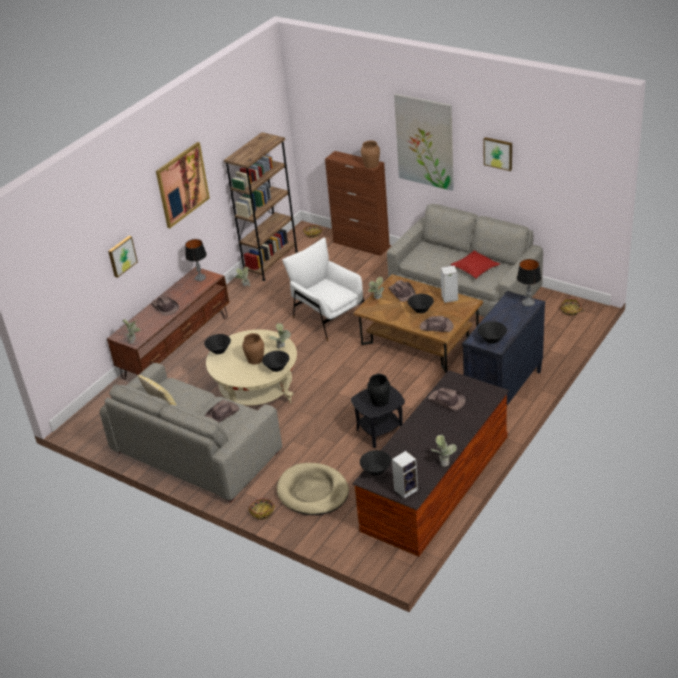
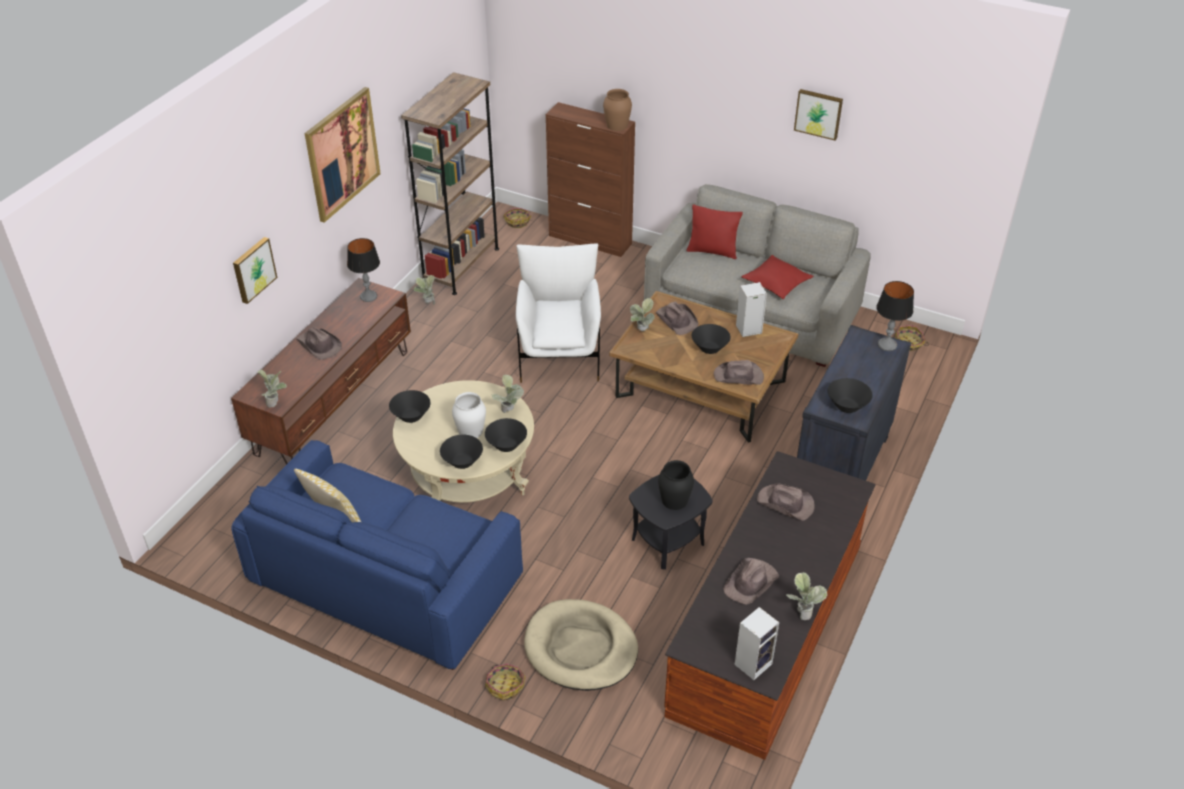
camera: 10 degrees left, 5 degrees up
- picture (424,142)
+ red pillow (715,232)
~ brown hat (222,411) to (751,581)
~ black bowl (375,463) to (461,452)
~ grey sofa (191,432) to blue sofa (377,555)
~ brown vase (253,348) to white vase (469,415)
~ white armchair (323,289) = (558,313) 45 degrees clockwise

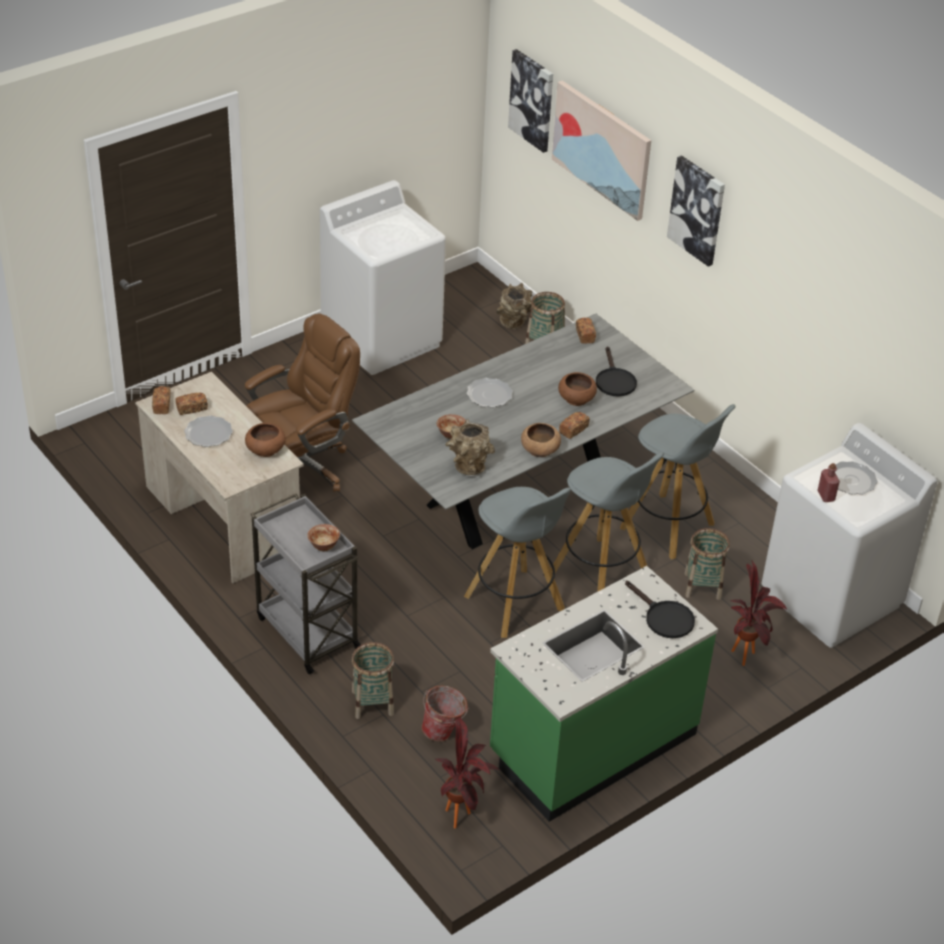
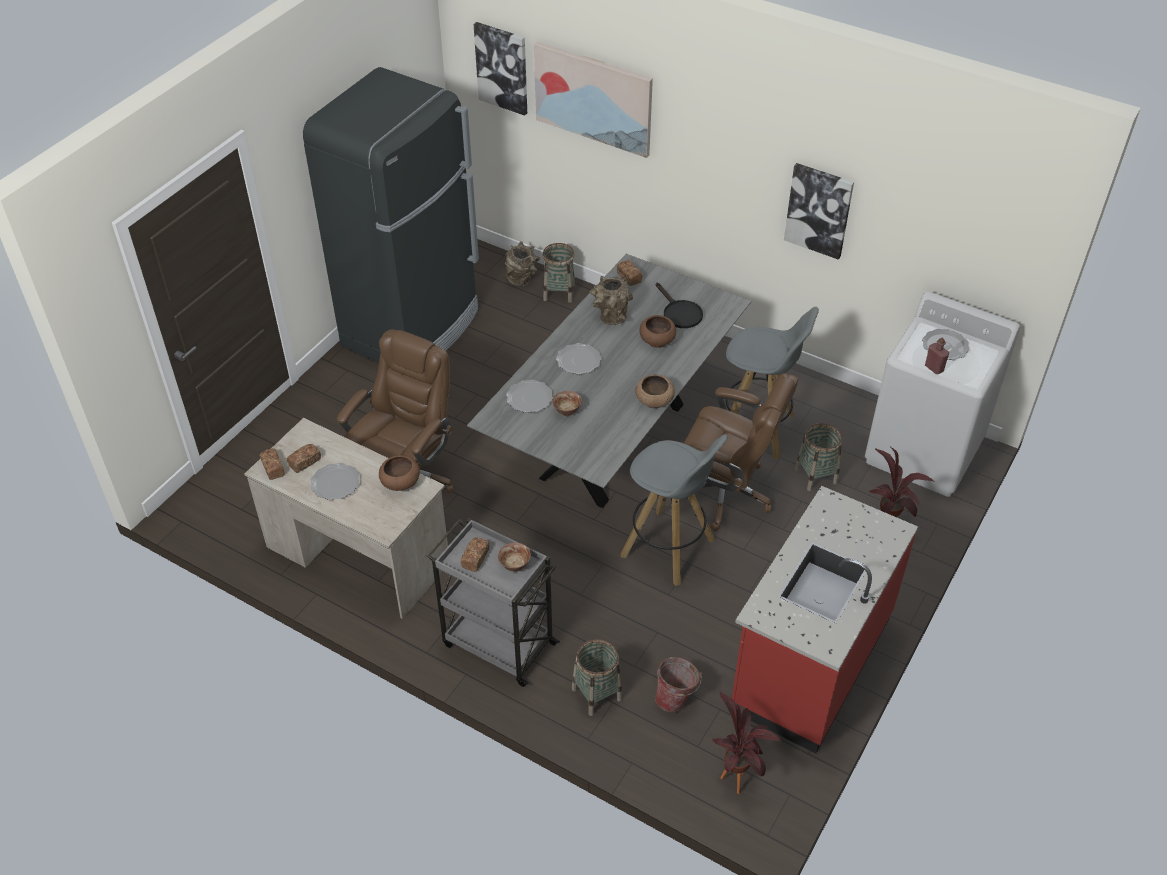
camera: 20 degrees left, 5 degrees up
- black frying pan (660,609)
+ plate (529,396)
~ brown vase (470,447) to (611,300)
~ bread (574,425) to (475,554)
~ picture (696,211) to (819,211)
~ white washing machine (383,277) to black fridge (391,215)
~ grey stool (607,522) to brown office chair (741,452)
~ green counter (604,694) to red counter (825,619)

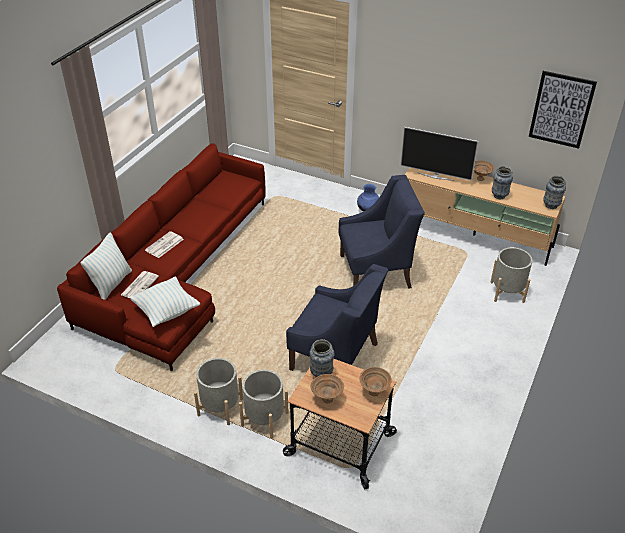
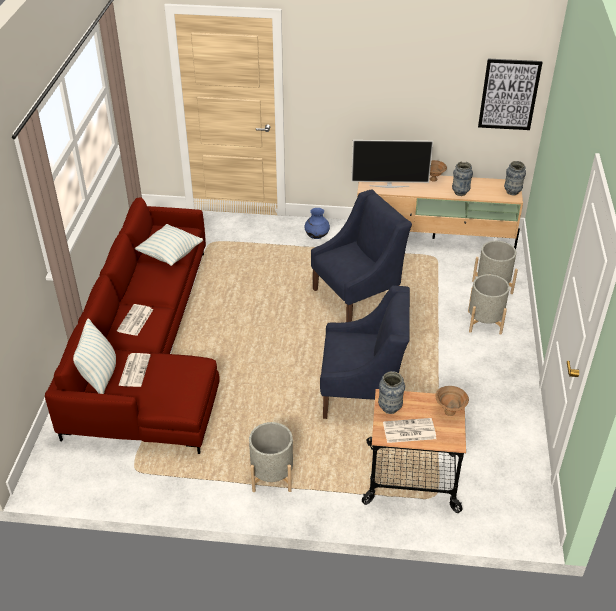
camera: 20 degrees left, 0 degrees up
~ pillow (165,302) to (169,245)
~ grey planter (264,404) to (489,304)
~ brown bowl (327,388) to newspaper (409,430)

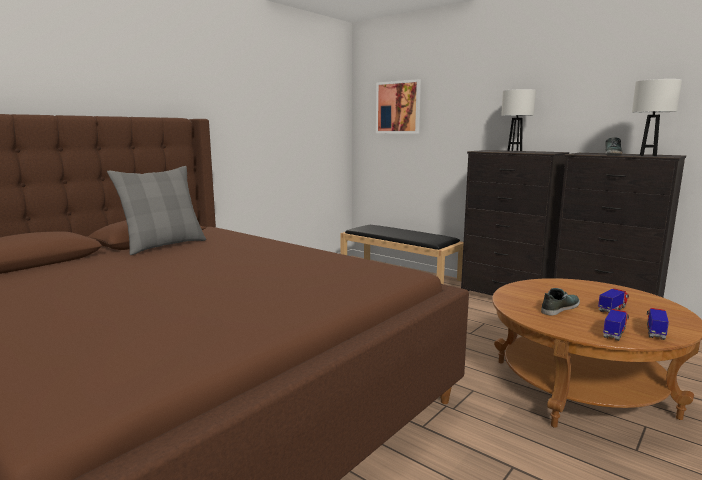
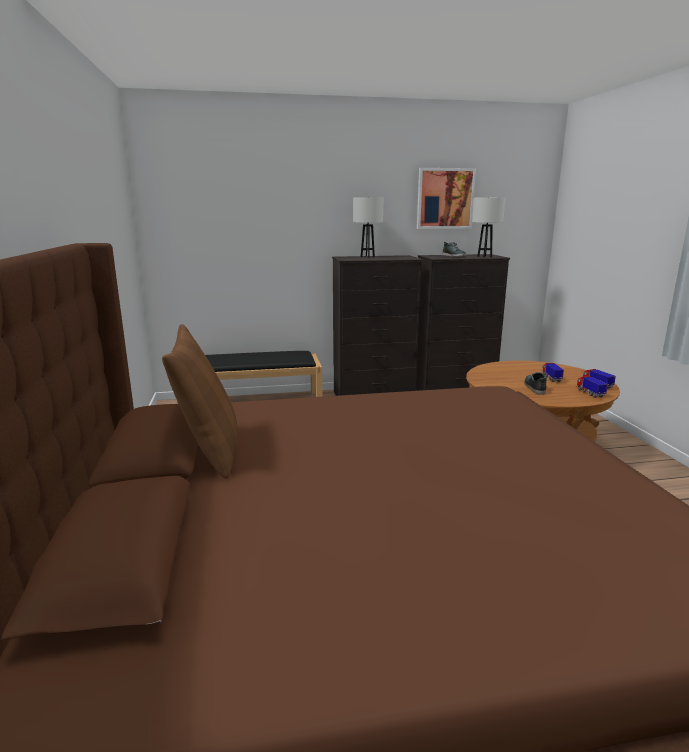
camera: 50 degrees left, 5 degrees up
~ picture (398,106) to (446,198)
~ grey pillow (156,210) to brown pillow (199,401)

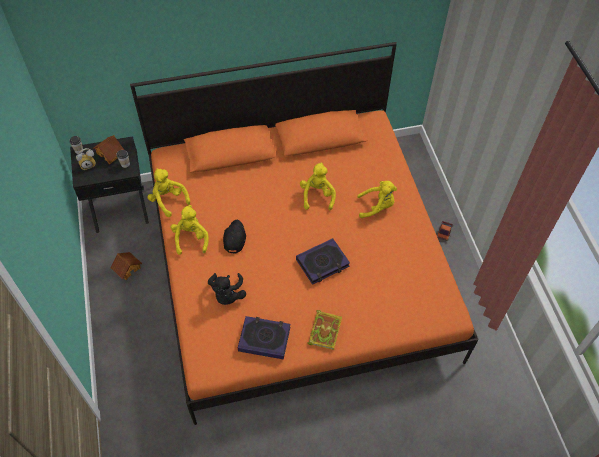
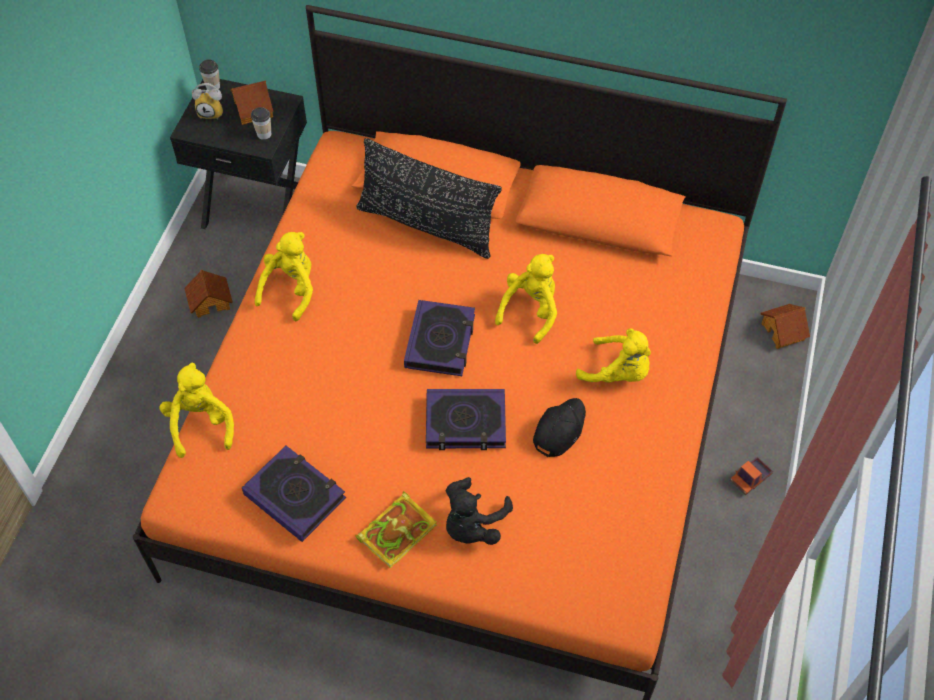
camera: 30 degrees right, 0 degrees up
+ black pillow (429,198)
+ book (439,338)
+ toy house (785,326)
~ yellow plush toy (169,192) to (196,410)
~ black plush toy (227,289) to (479,511)
~ black cap (234,237) to (559,427)

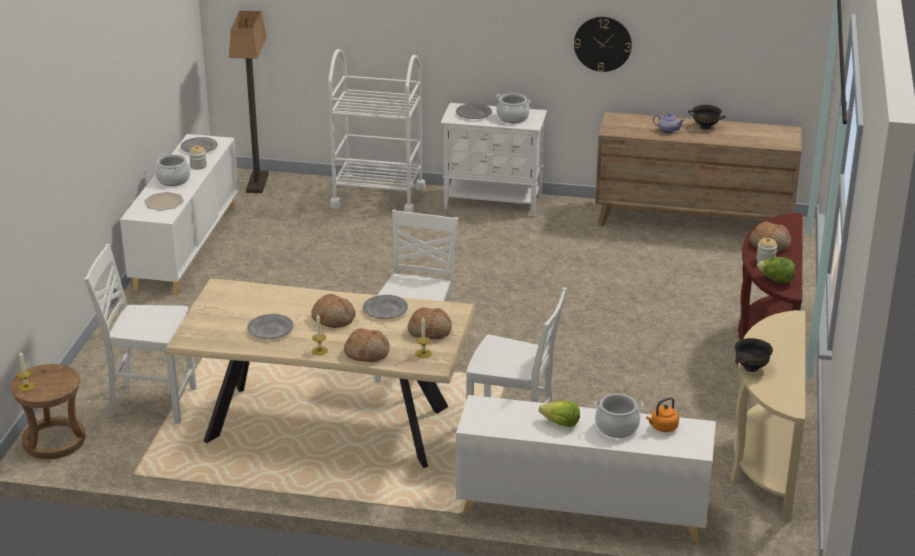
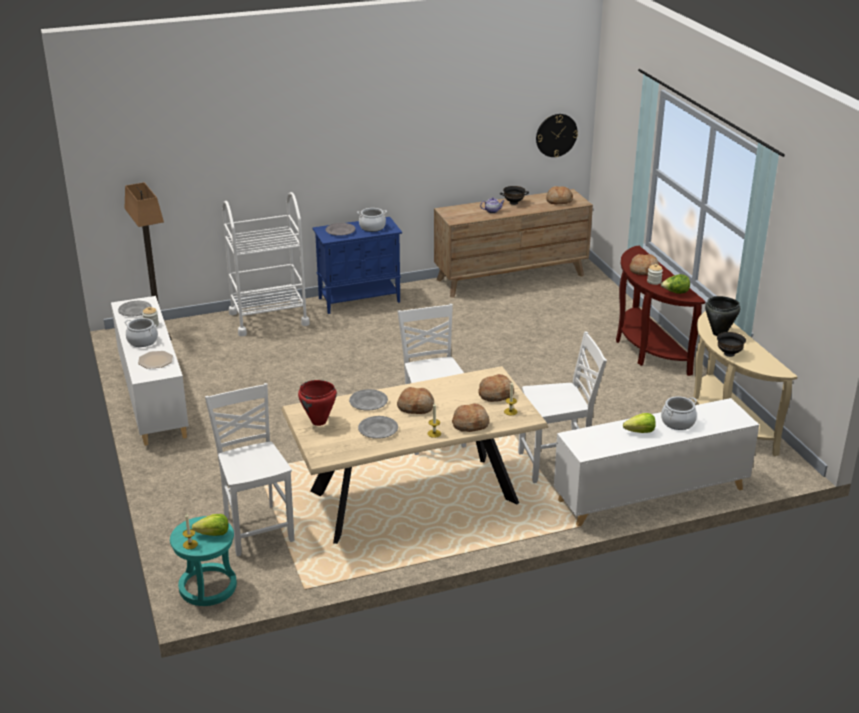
camera: 30 degrees left, 0 degrees up
- orange kettle (662,414)
+ lettuce (210,525)
+ red cooking pot (317,403)
+ bread (559,195)
+ black cooking pot (722,316)
~ grey plate (385,307) to (368,400)
~ wall clock (603,44) to (557,135)
~ brown stool (47,411) to turquoise stool (203,561)
~ white cabinet (493,159) to blue cabinet (357,265)
~ white chair (140,334) = (249,470) 90 degrees clockwise

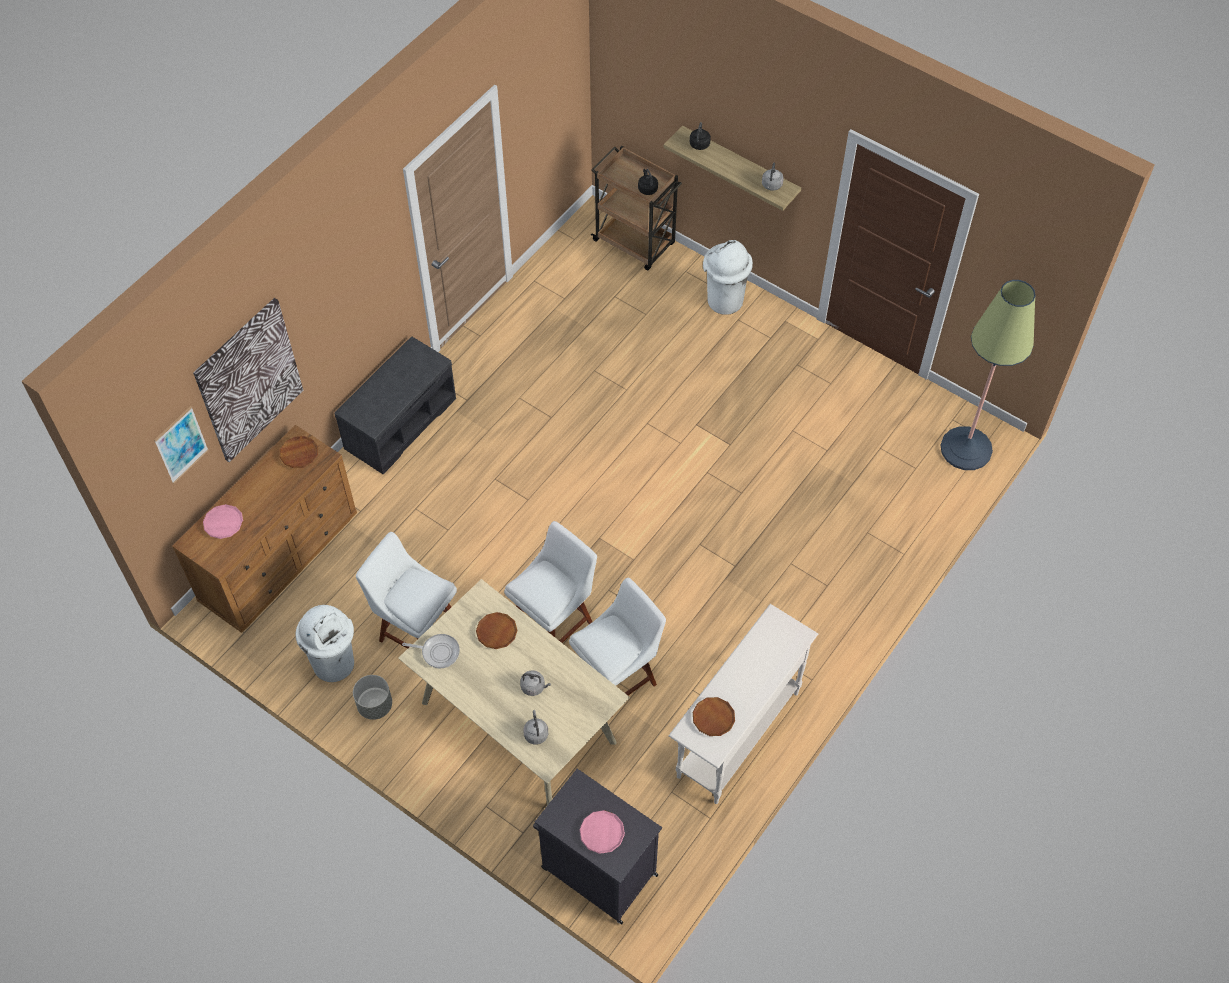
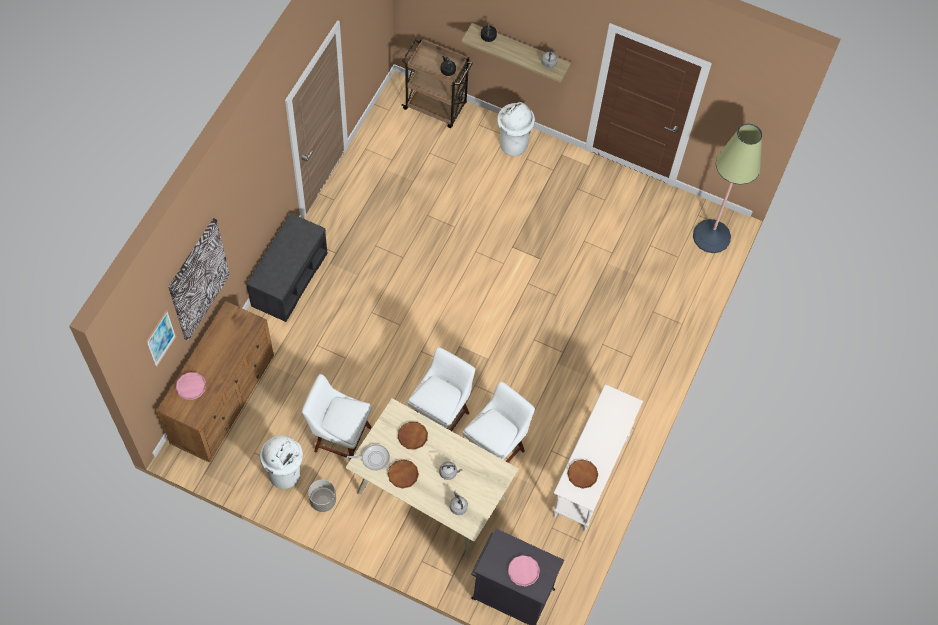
camera: 15 degrees left, 5 degrees up
~ brown plate (299,452) to (403,474)

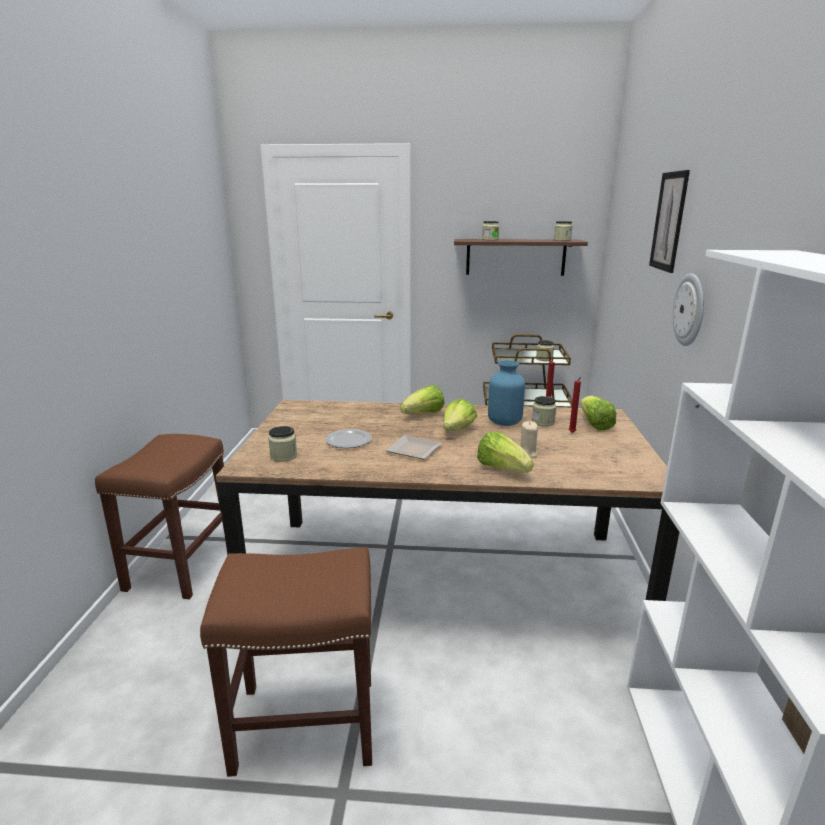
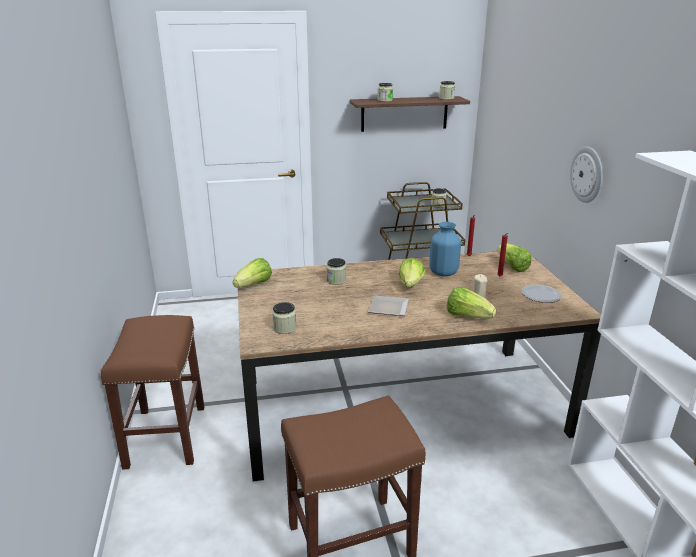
camera: 15 degrees left, 5 degrees up
- picture (669,221)
~ plate (348,438) to (542,294)
~ lettuce (422,399) to (252,273)
~ jar (544,411) to (336,271)

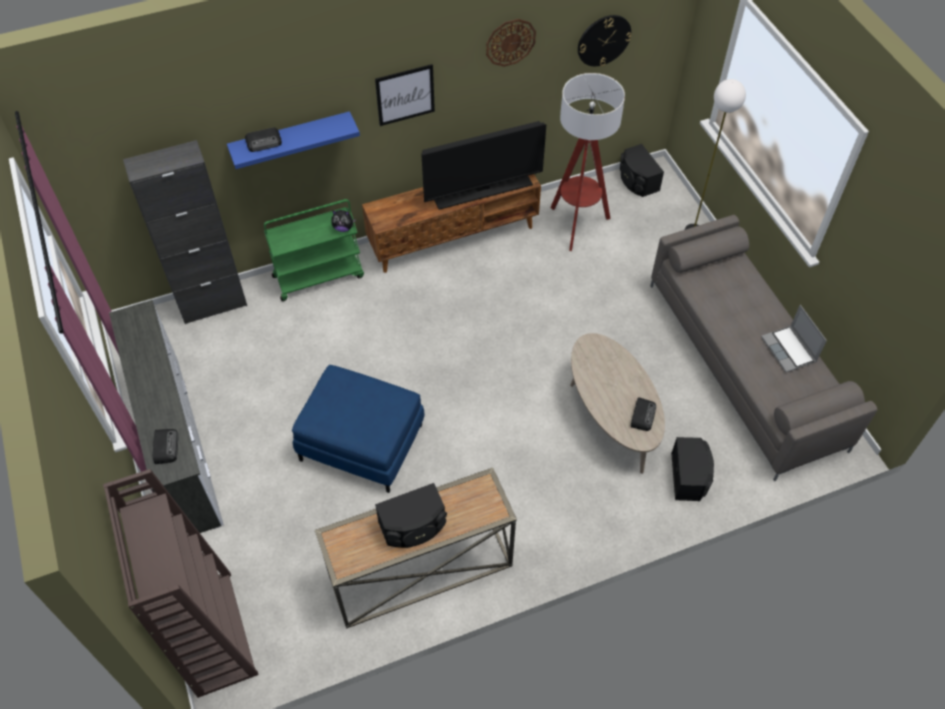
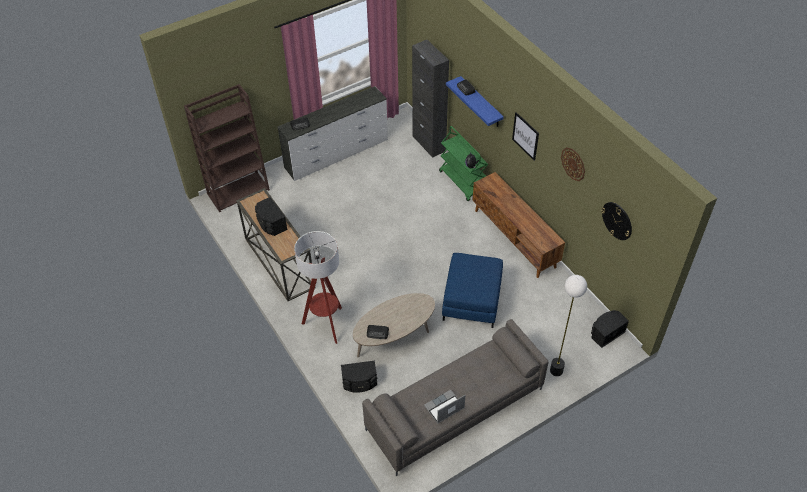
camera: 80 degrees right, 5 degrees down
- television (483,165)
~ blue ottoman (358,429) to (472,290)
~ floor lamp (588,162) to (318,287)

